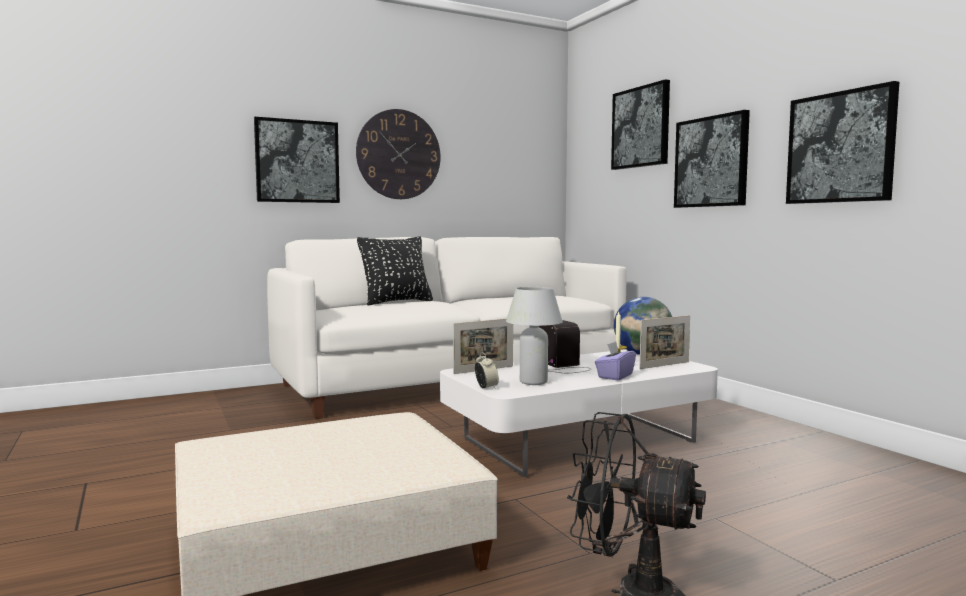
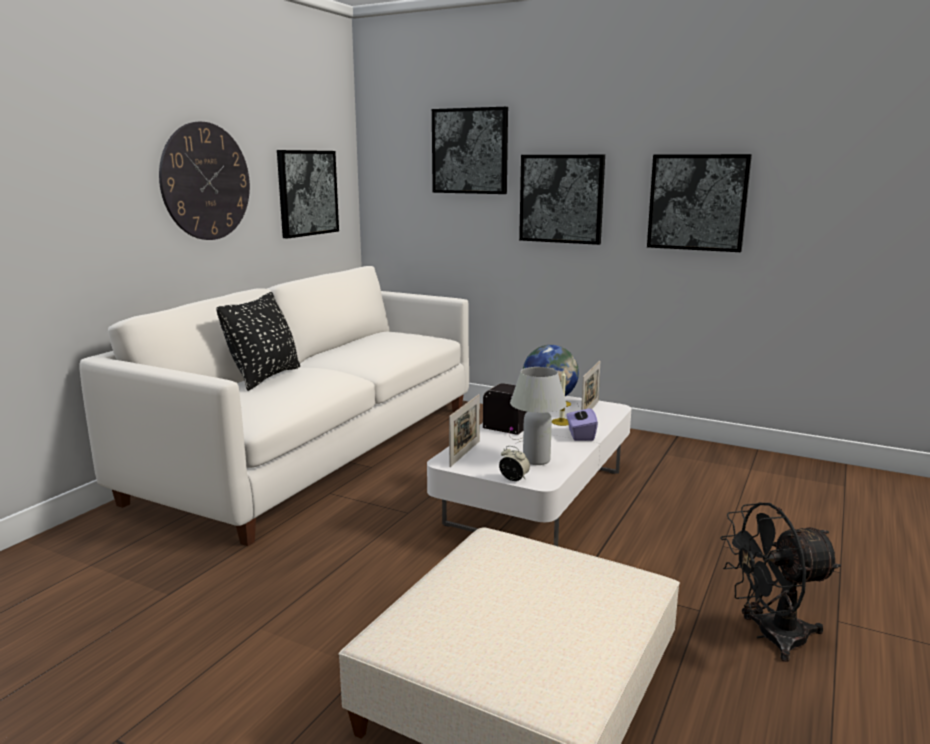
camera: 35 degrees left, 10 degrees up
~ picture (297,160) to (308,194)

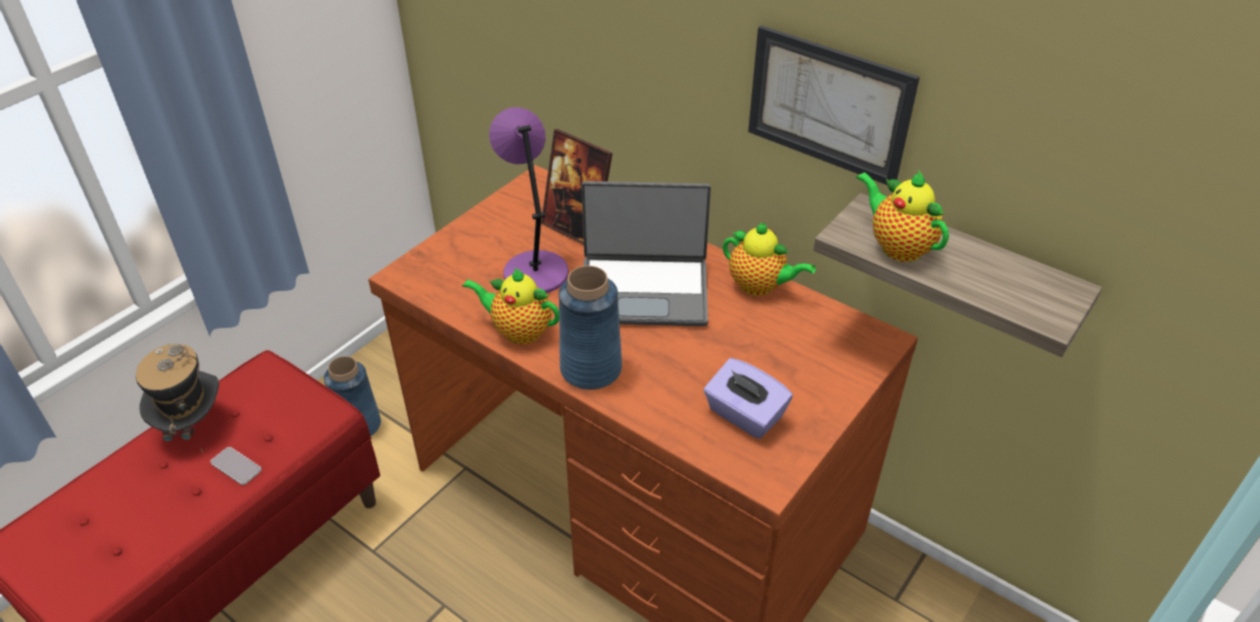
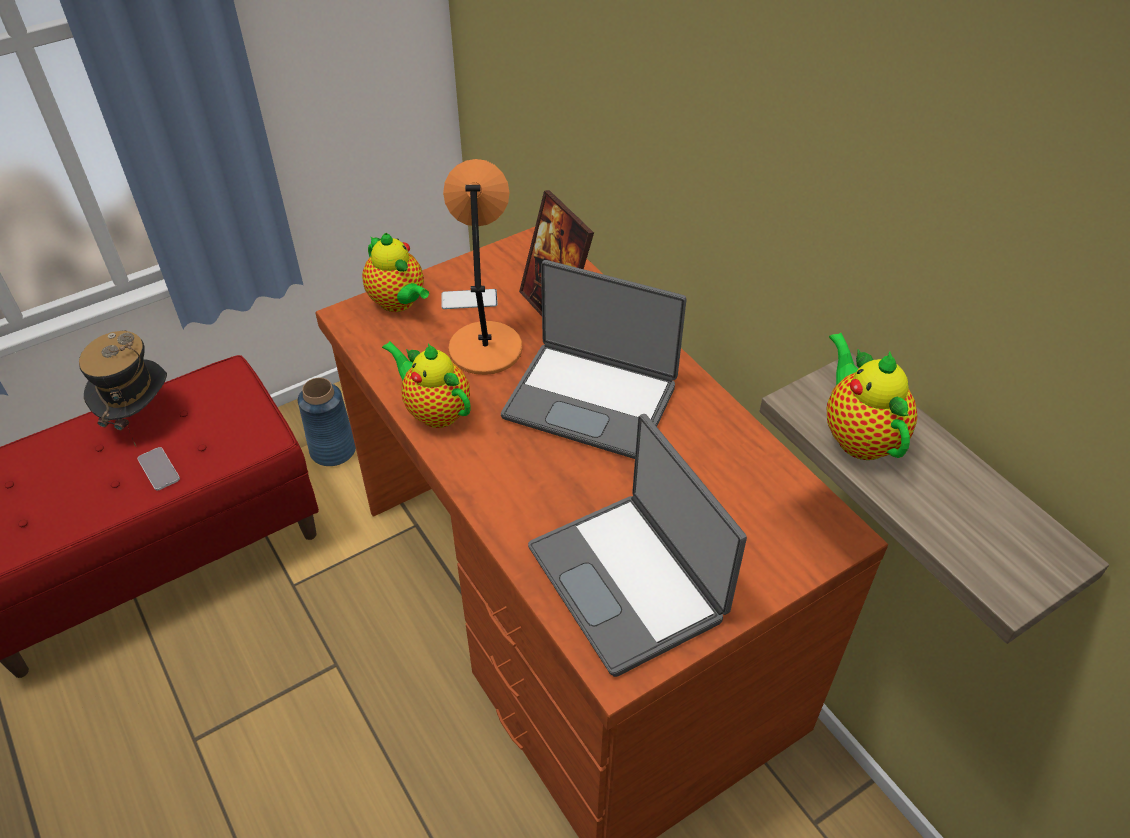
camera: 20 degrees right, 5 degrees up
- blue vase (590,328)
- picture (834,105)
+ phone (470,299)
~ teapot (769,259) to (395,272)
~ purple tissue box (748,398) to laptop (637,545)
~ purple table lamp (529,200) to orange table lamp (482,267)

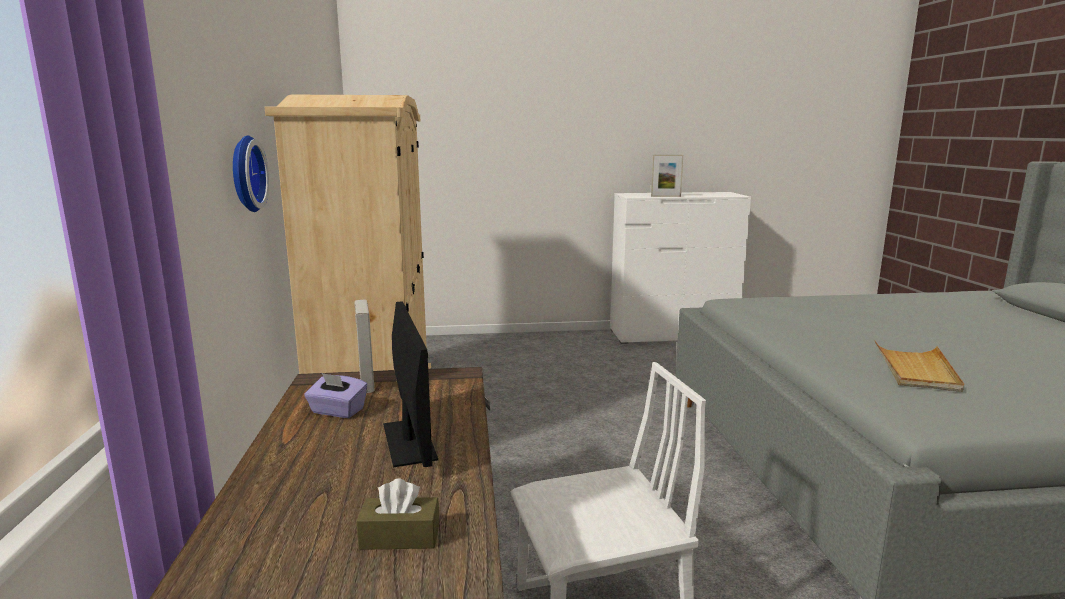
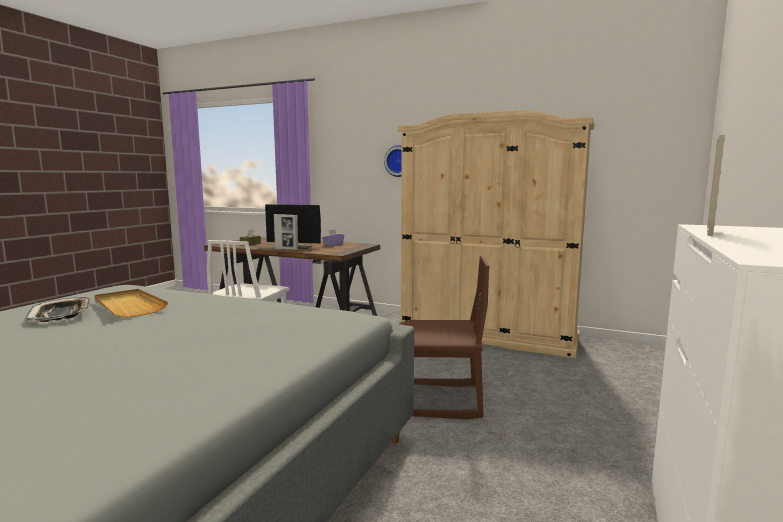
camera: 120 degrees right, 5 degrees down
+ tray (58,309)
+ brown chair (444,337)
~ picture frame (364,346) to (286,232)

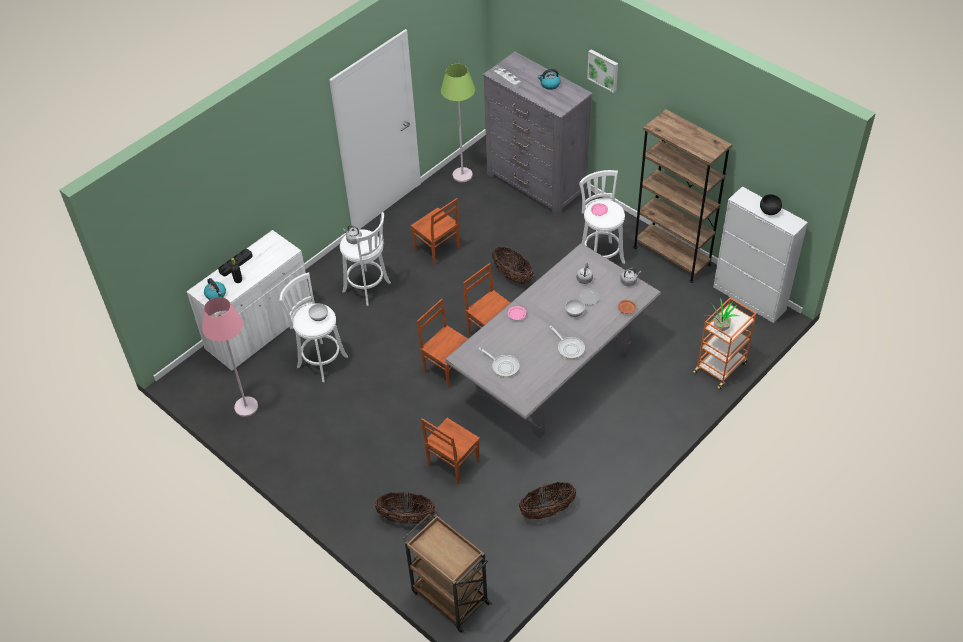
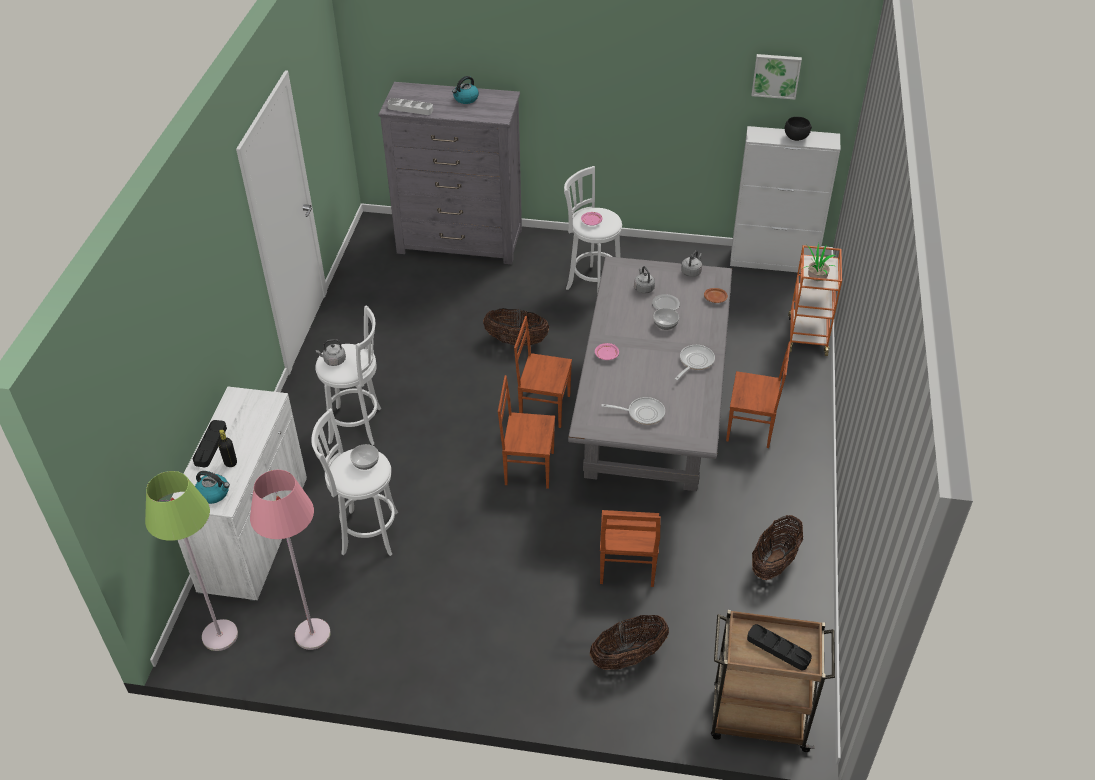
camera: 35 degrees left, 5 degrees down
- brown bookcase (682,196)
+ black tray (779,647)
~ brown chair (435,232) to (758,394)
~ green floor lamp (458,123) to (191,561)
~ picture (602,71) to (776,77)
~ frying pan (567,342) = (695,362) 75 degrees counterclockwise

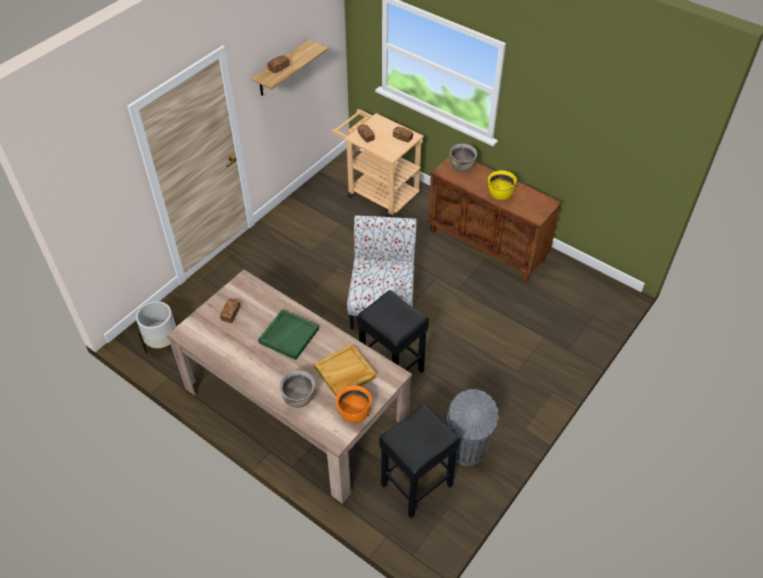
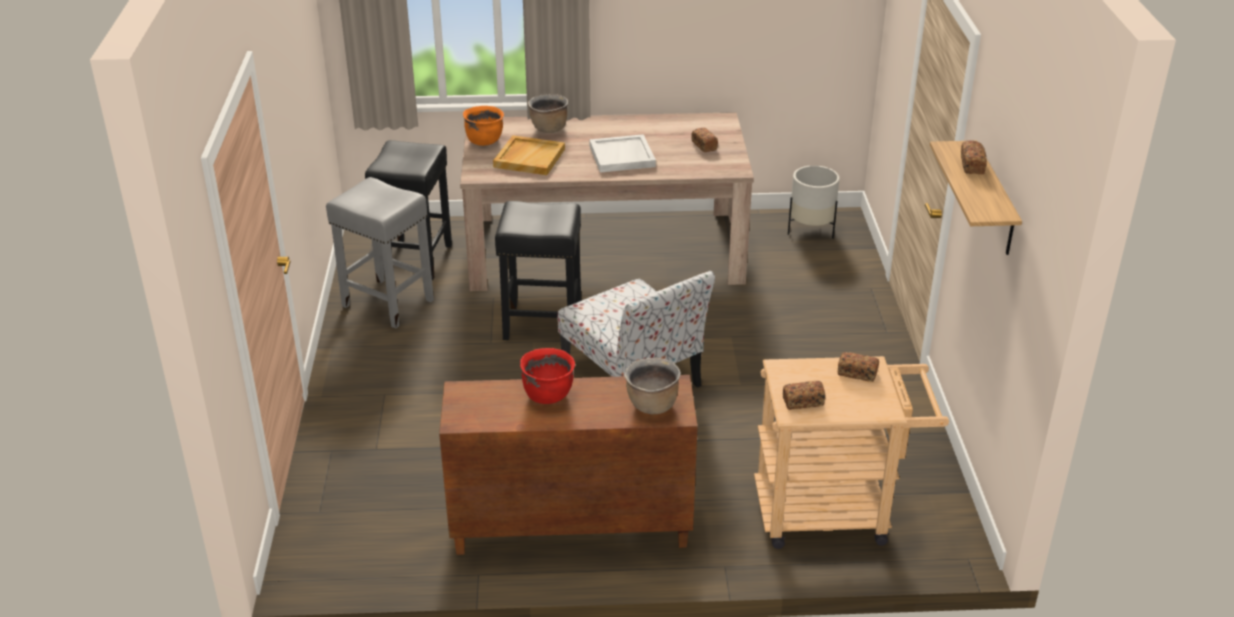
camera: 140 degrees right, 15 degrees down
~ grey trash can (473,427) to grey stool (380,253)
~ green tray (288,334) to white tray (623,153)
~ yellow cooking pot (502,185) to red cooking pot (547,376)

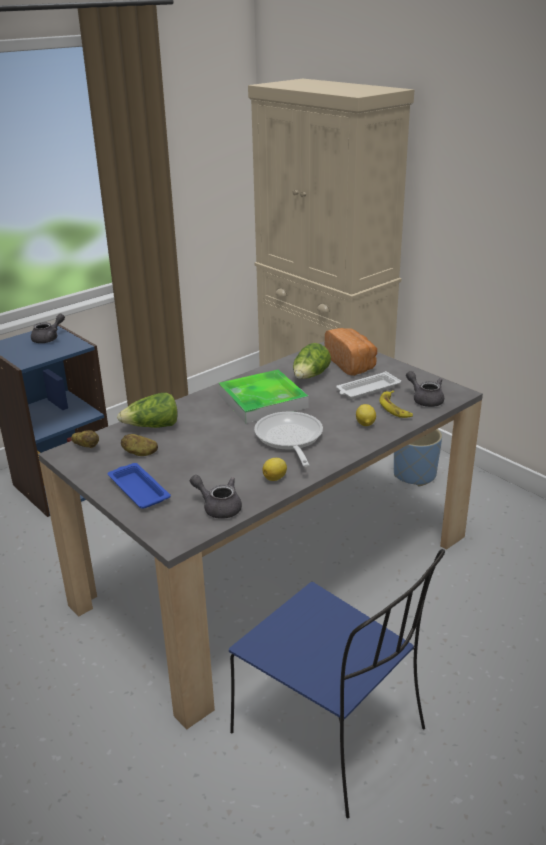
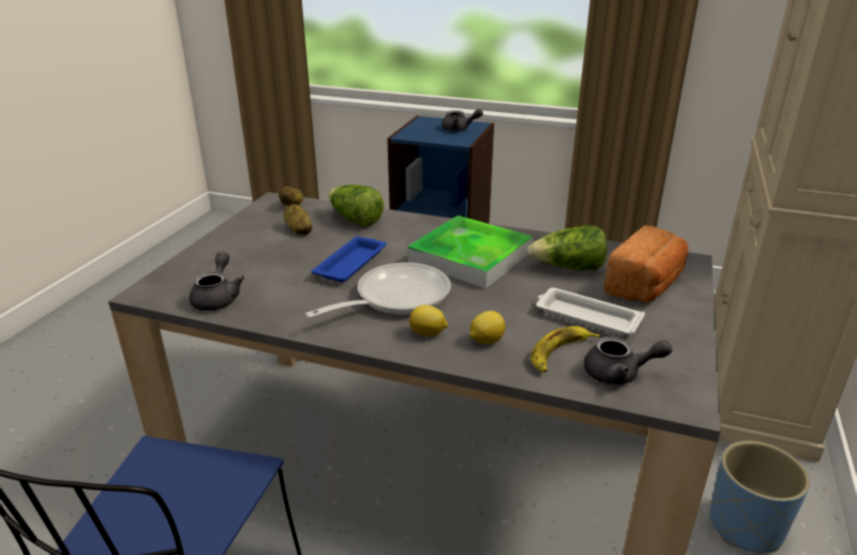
camera: 60 degrees right, 0 degrees up
~ blue tray (139,486) to (349,259)
~ lemon (274,469) to (428,321)
~ grey teapot (425,389) = (628,360) 75 degrees clockwise

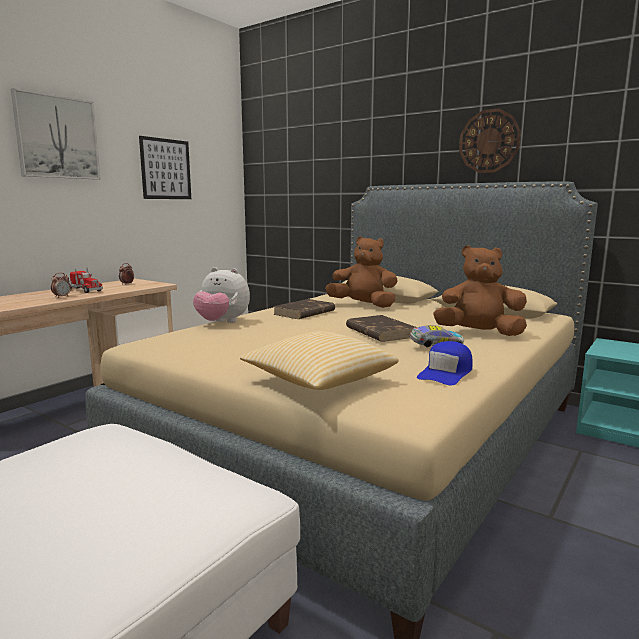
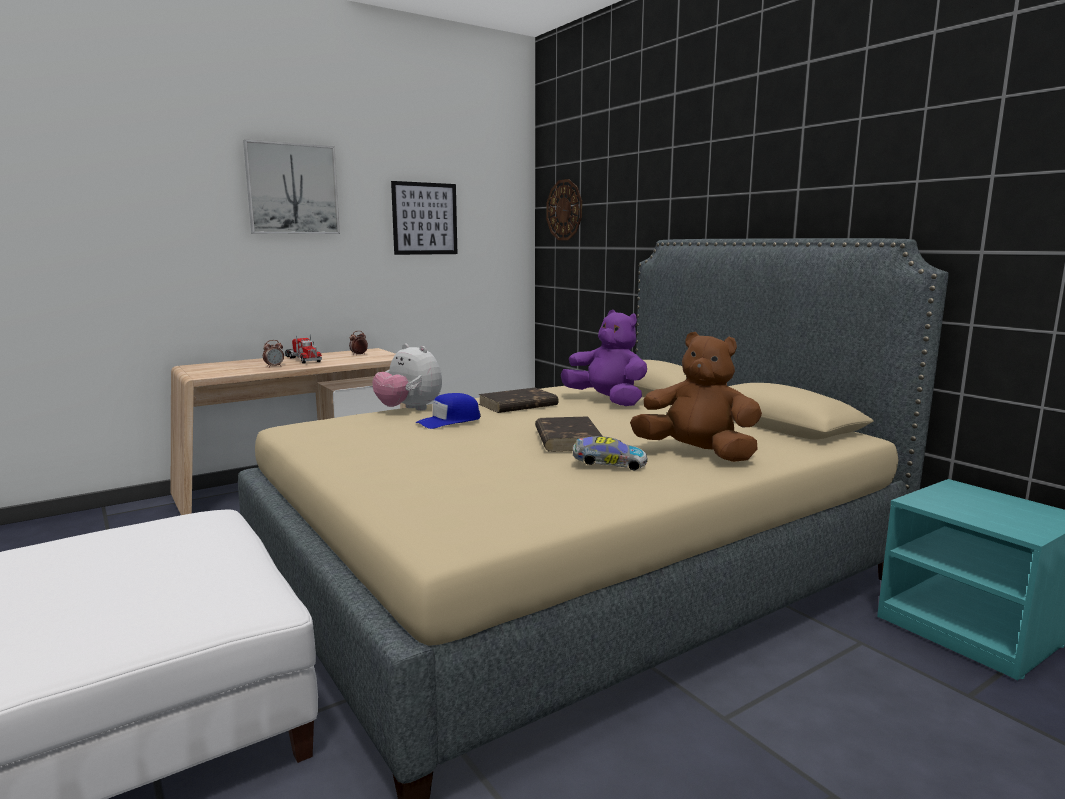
camera: 20 degrees right, 0 degrees up
- pillow (319,360)
~ blue cap (444,363) to (448,411)
~ wall clock (490,140) to (564,209)
~ brown plush toy (361,272) to purple plush toy (604,358)

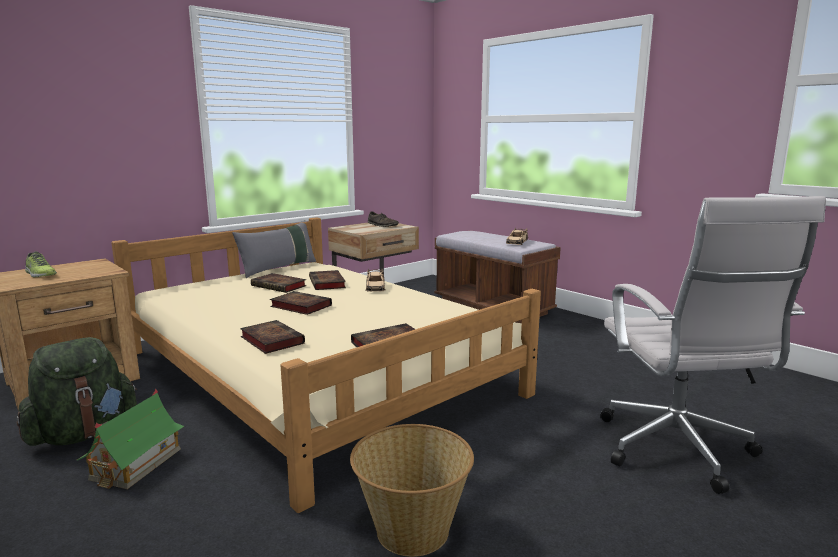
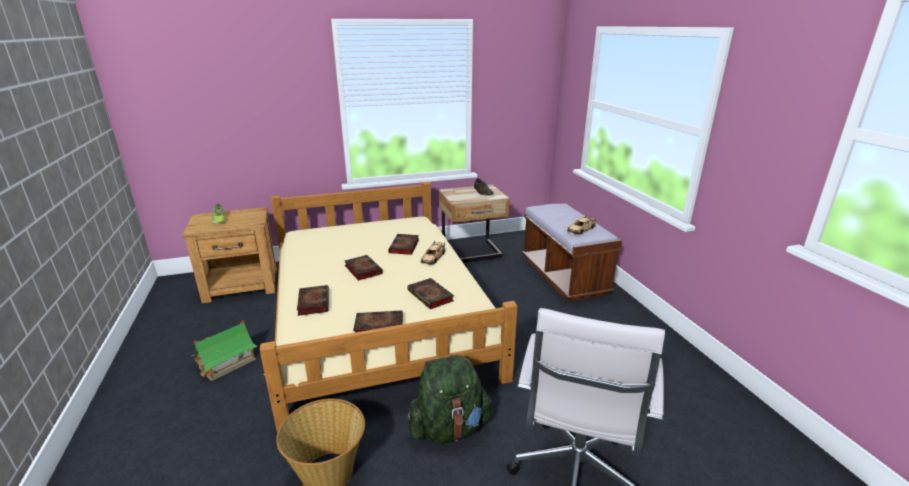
camera: 25 degrees right, 10 degrees up
- grey pillow (274,249)
~ green backpack (76,391) to (449,398)
~ book (279,283) to (430,293)

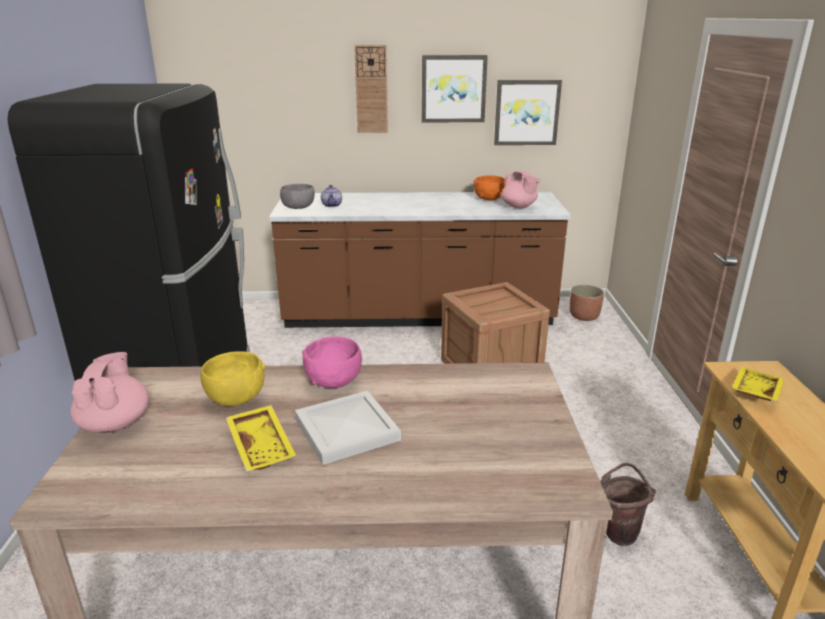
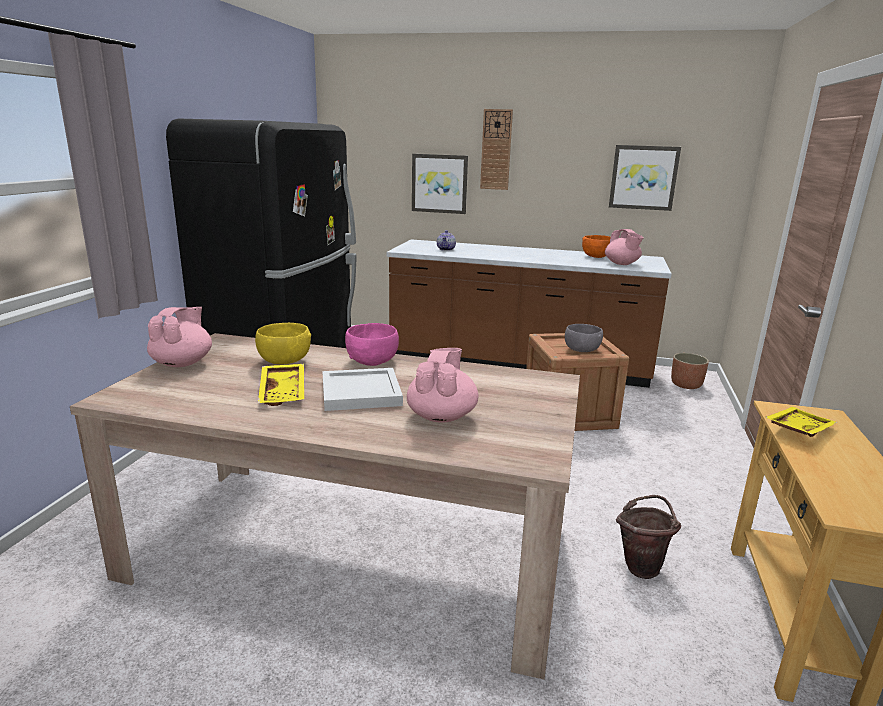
camera: 15 degrees right, 5 degrees down
+ pink teapot (443,385)
~ grey bowl (297,196) to (584,338)
~ picture (455,88) to (440,184)

